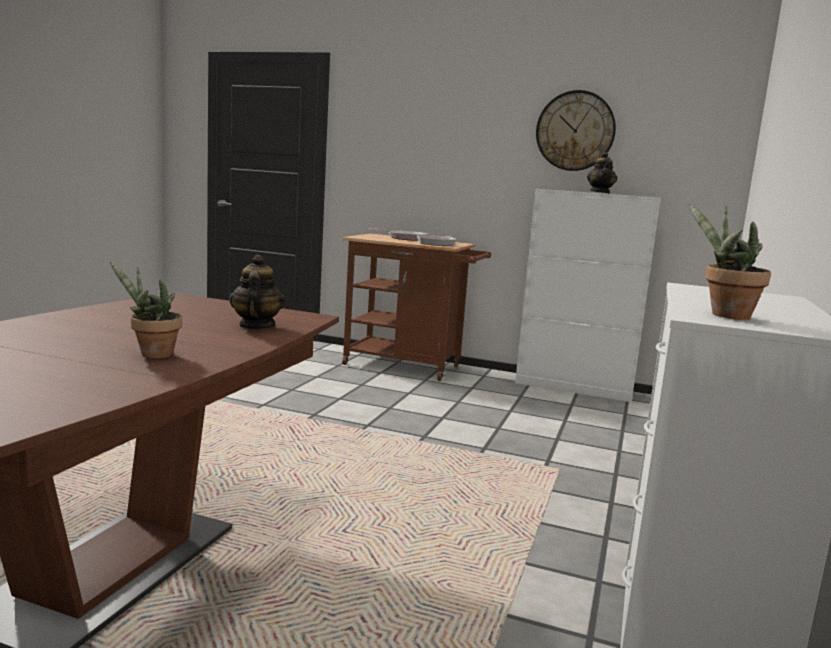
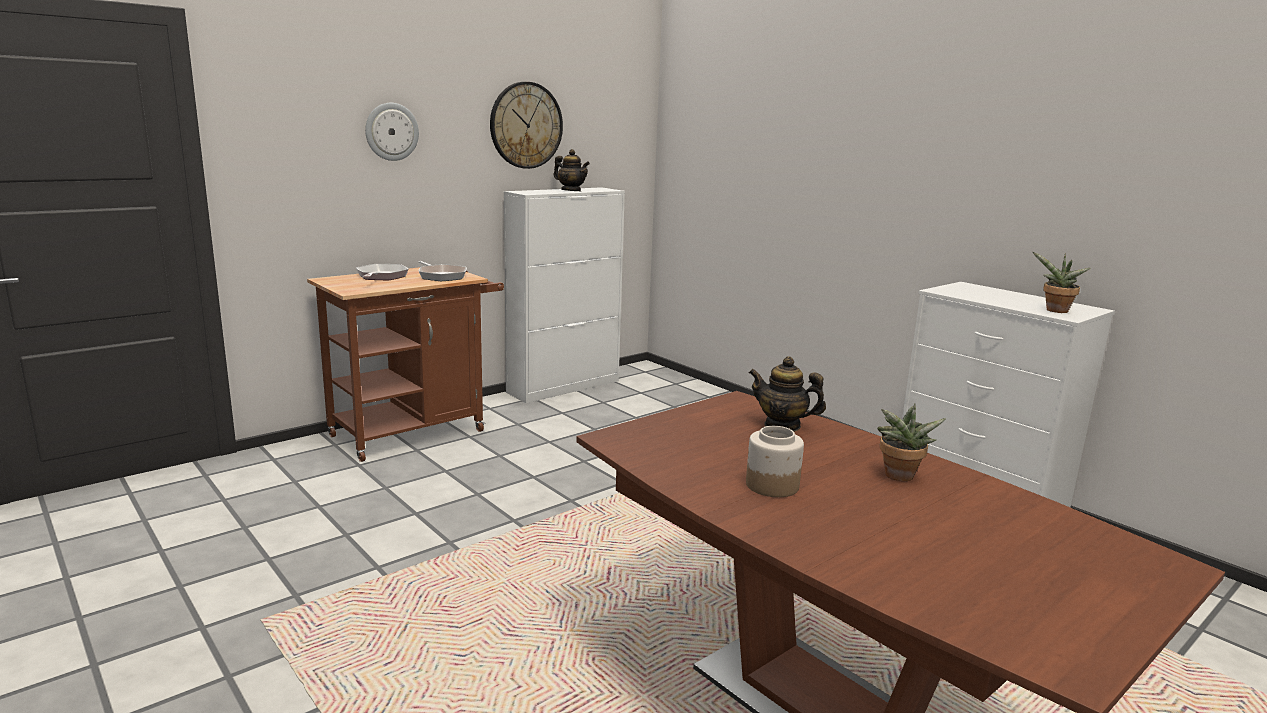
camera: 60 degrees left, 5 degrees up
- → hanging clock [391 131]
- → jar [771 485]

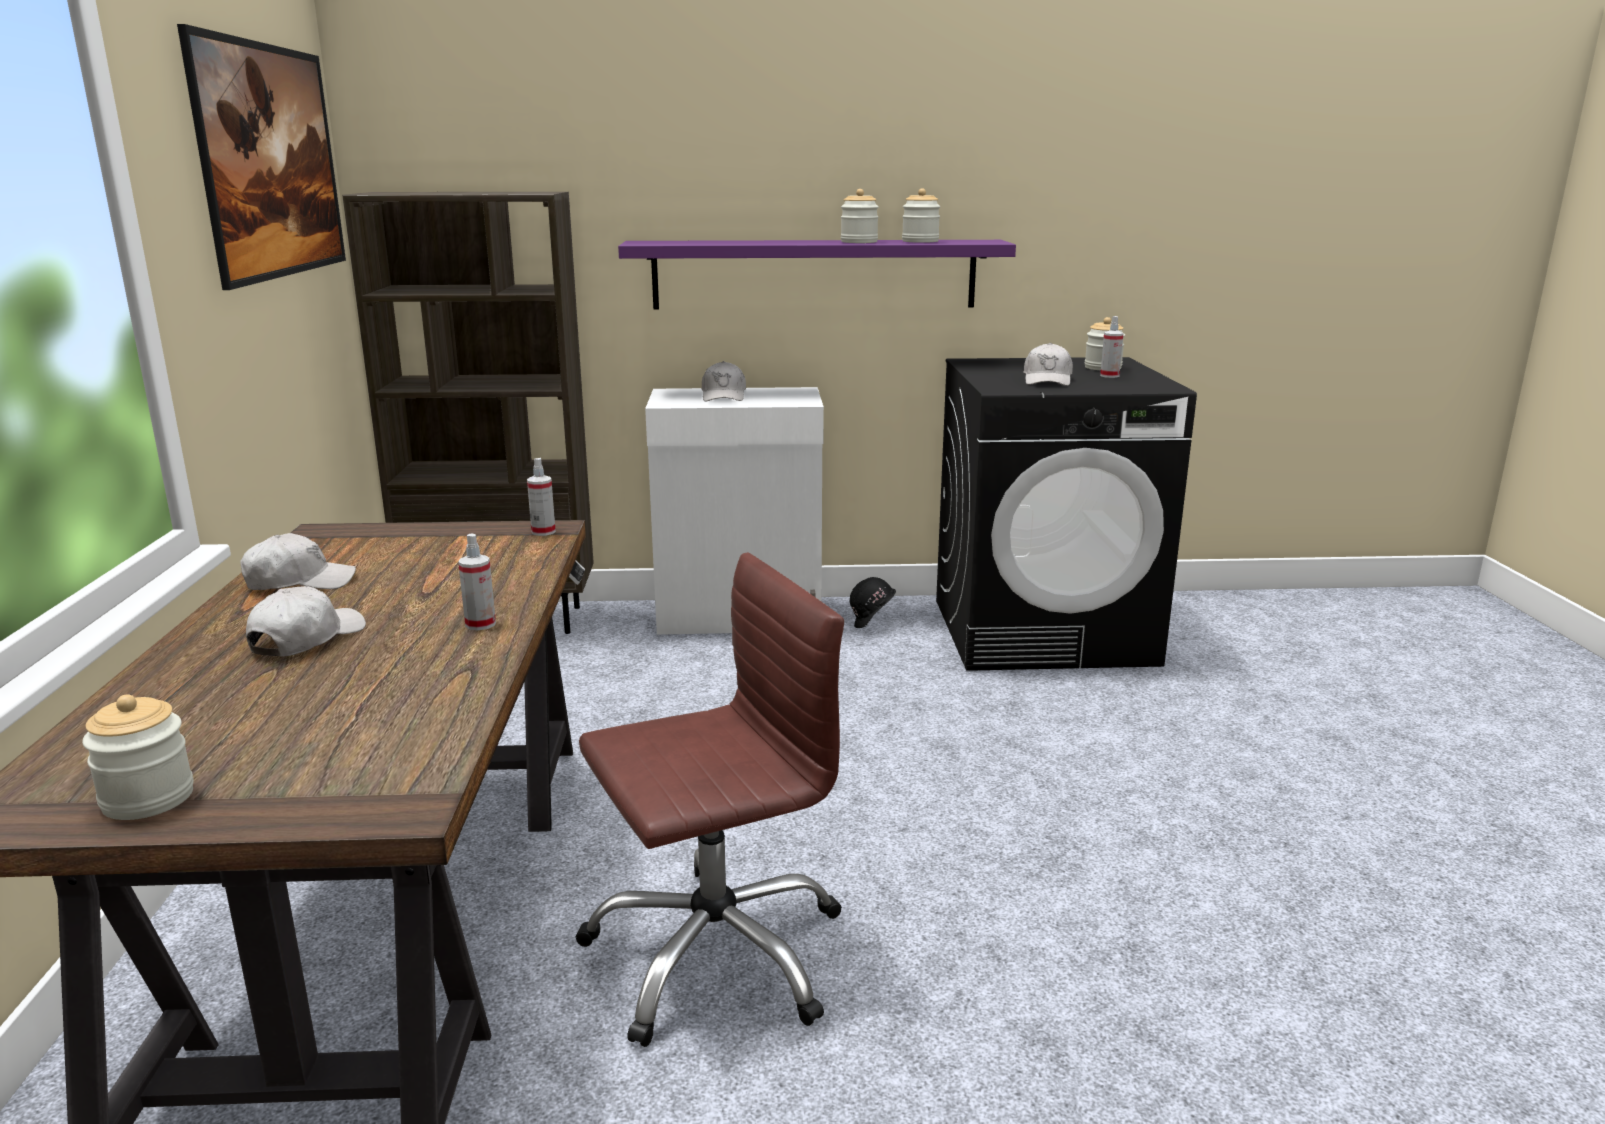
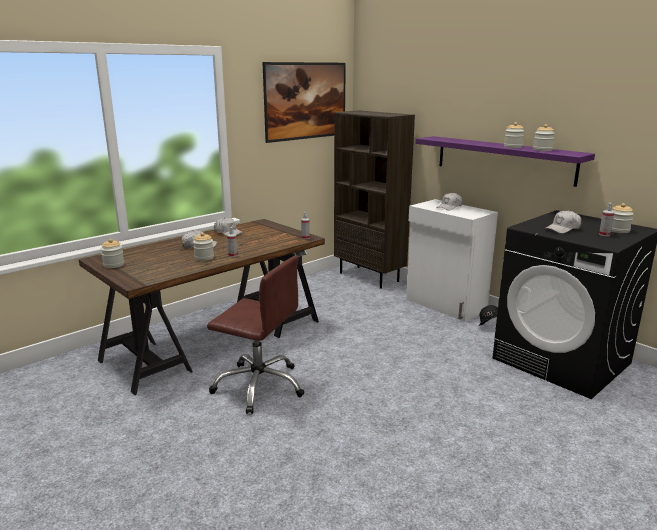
camera: 50 degrees right, 0 degrees up
- → jar [204 258]

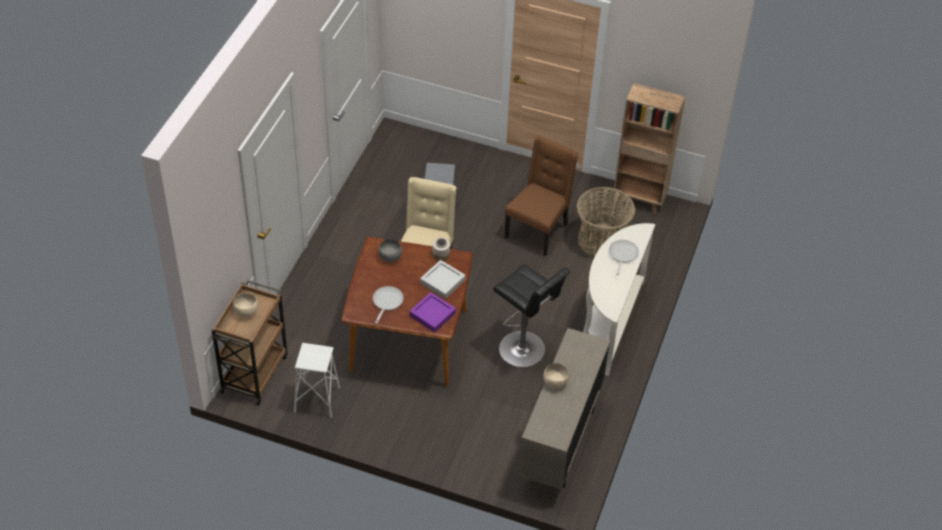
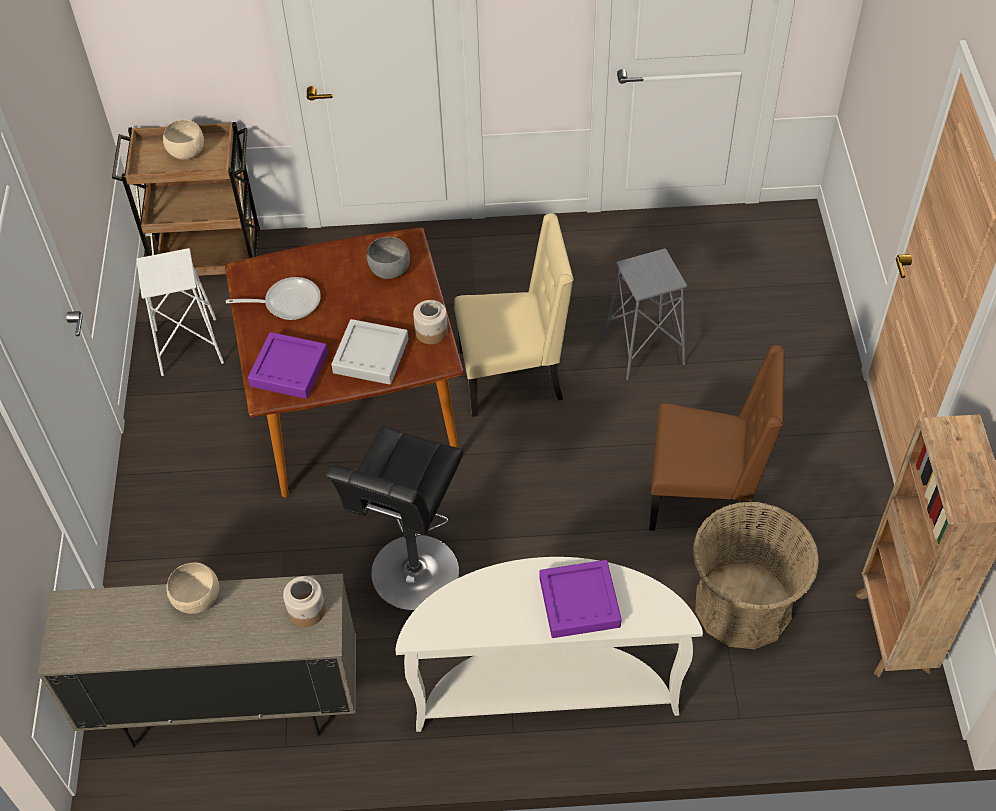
camera: 70 degrees right, 5 degrees up
skillet [622 255] → purple serving tray [579 602]
- → jar [307 610]

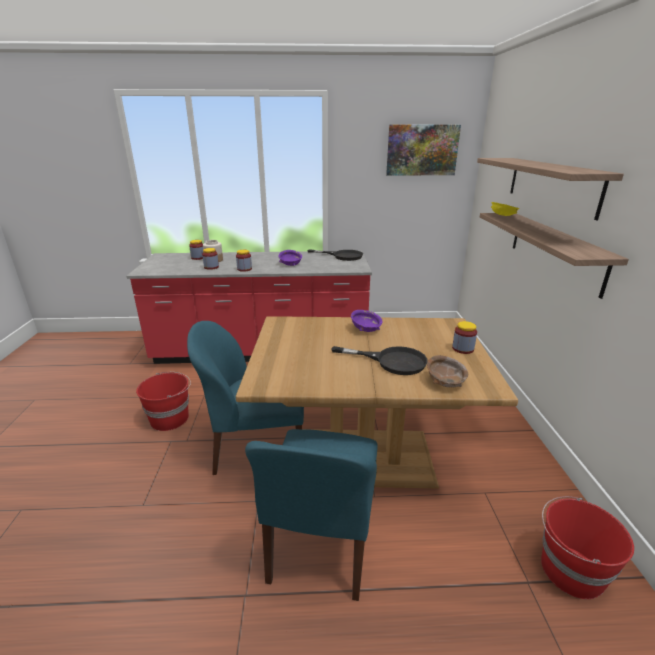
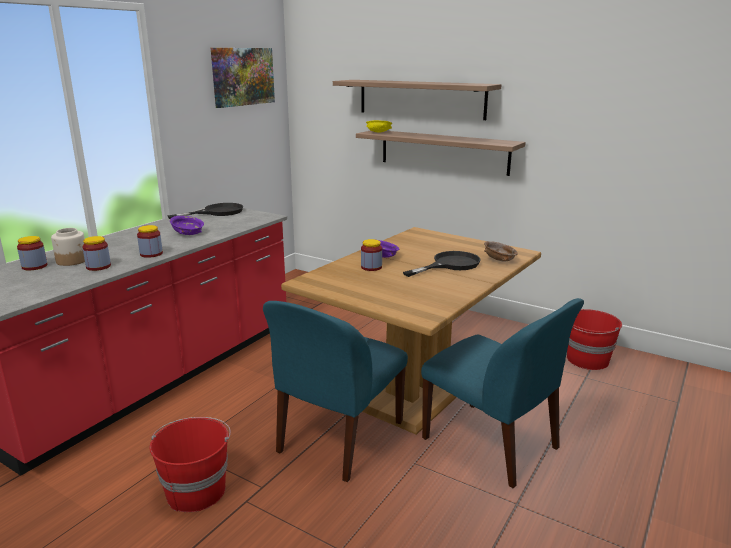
camera: 55 degrees left, 5 degrees down
jar [463 349] → jar [371 267], shifted

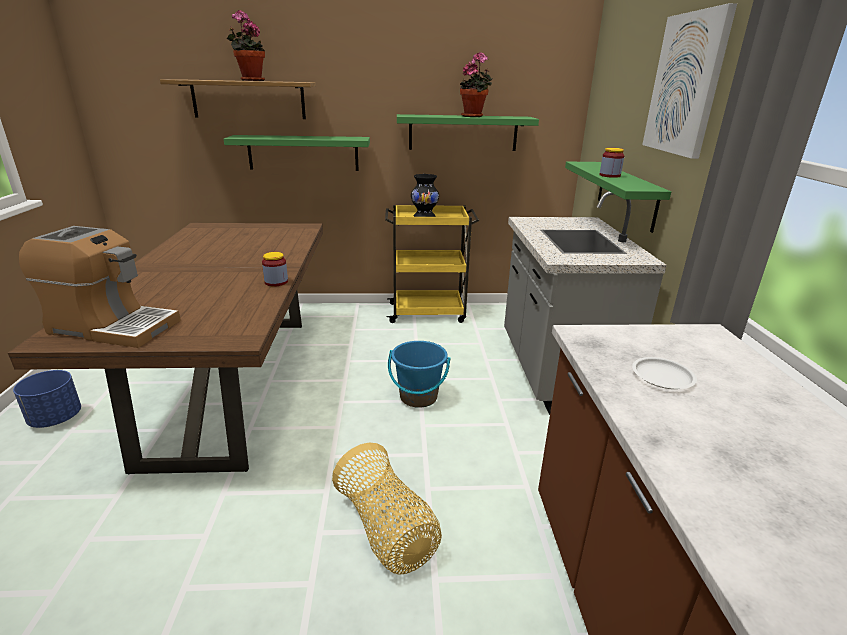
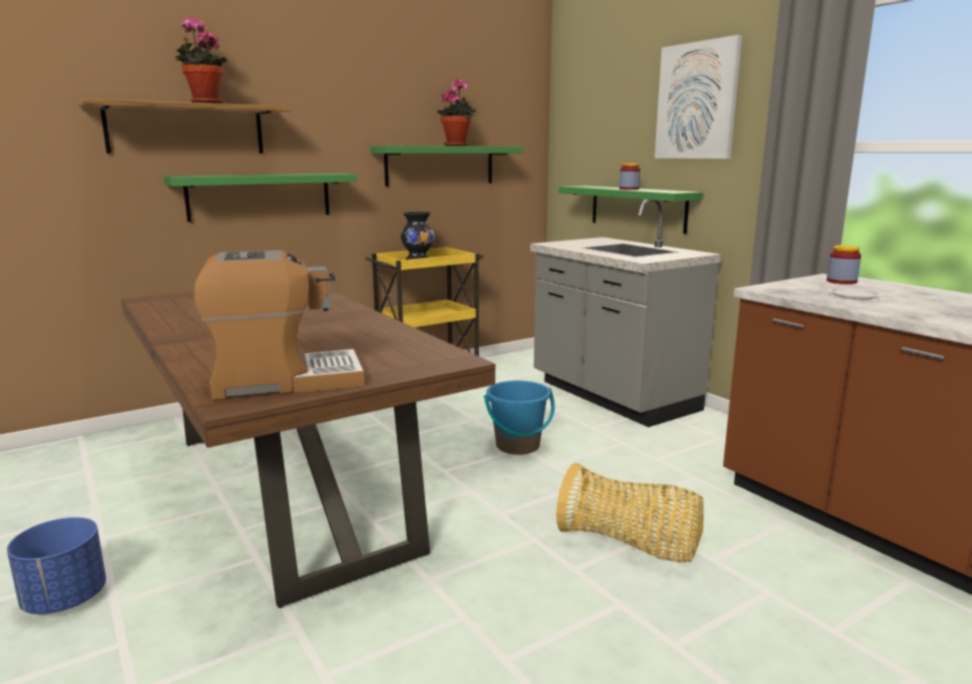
camera: 30 degrees left, 10 degrees down
jar [276 282] → jar [841 281], shifted

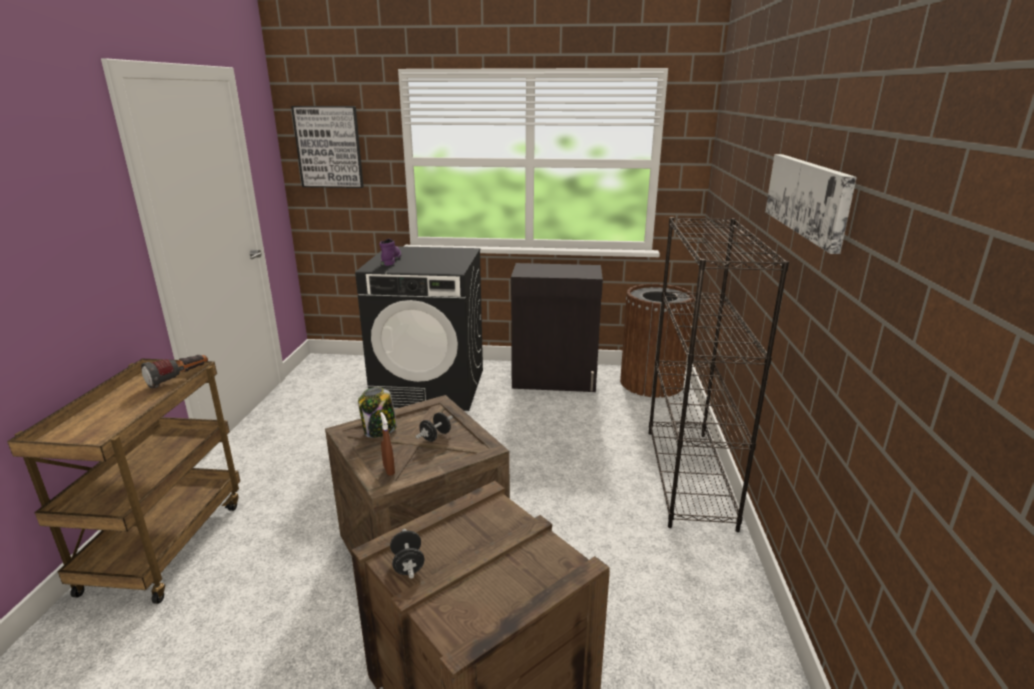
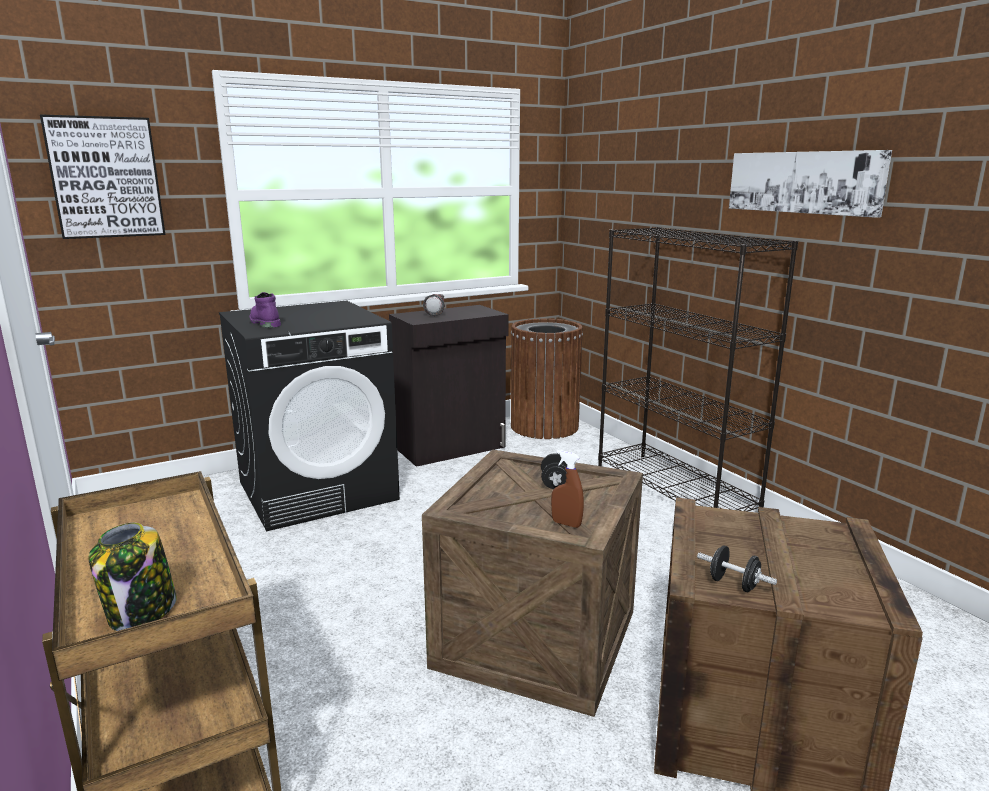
camera: 35 degrees left, 5 degrees down
hand torch [179 379] → hand torch [437 312], shifted
jar [379 430] → jar [141 612], shifted

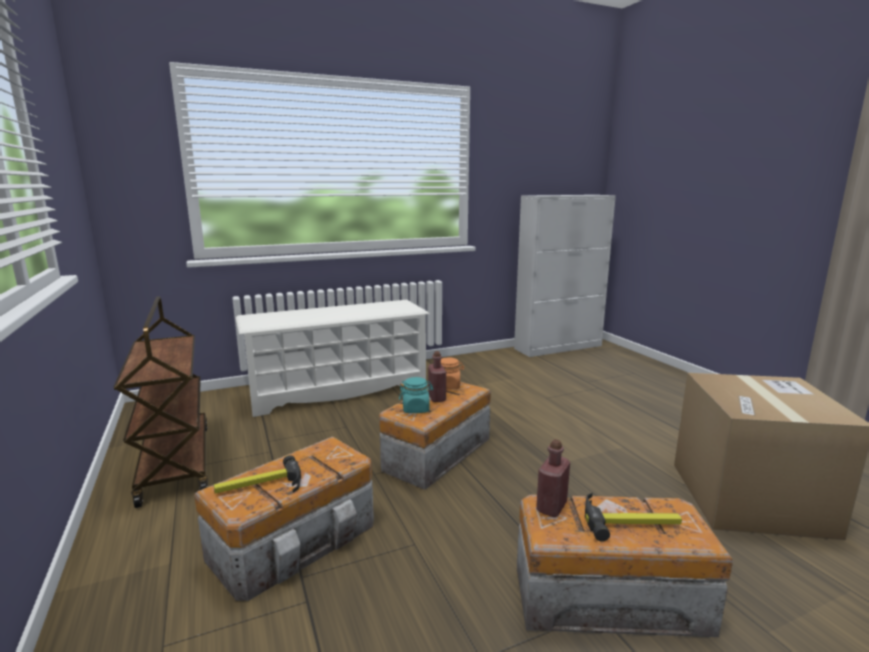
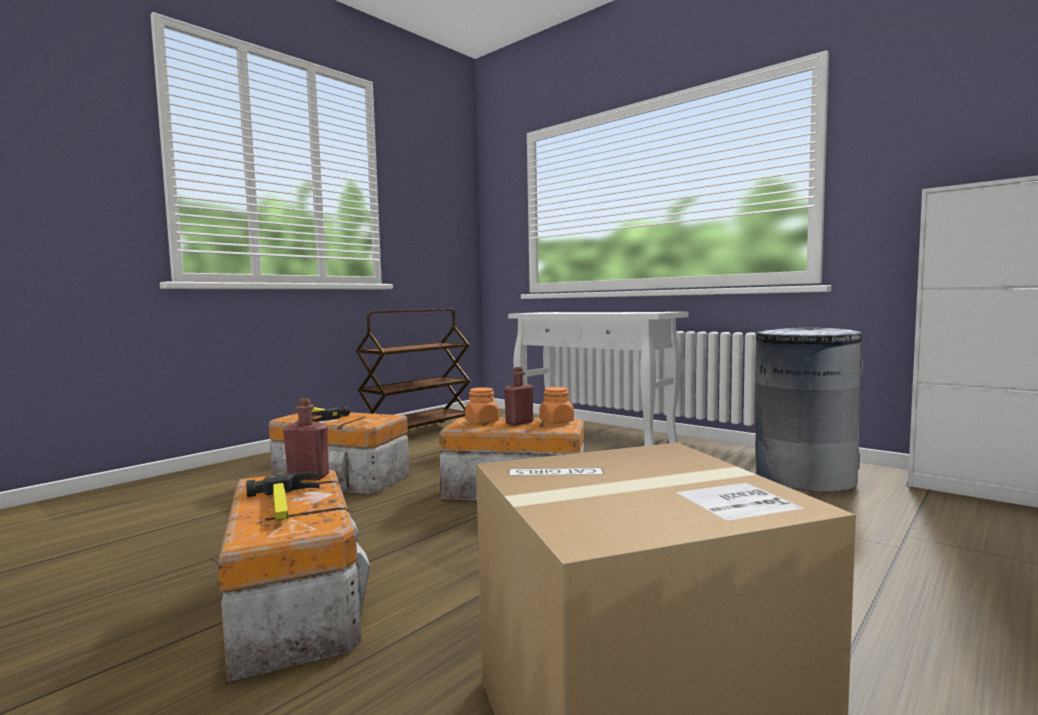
camera: 65 degrees right, 10 degrees down
white-coloured shoe rack [338 390] → white-coloured narrow table [595 437]
turquoise-coloured jar [416 409] → orange-coloured jar [482 422]
- → grey rubbish bin [804 478]

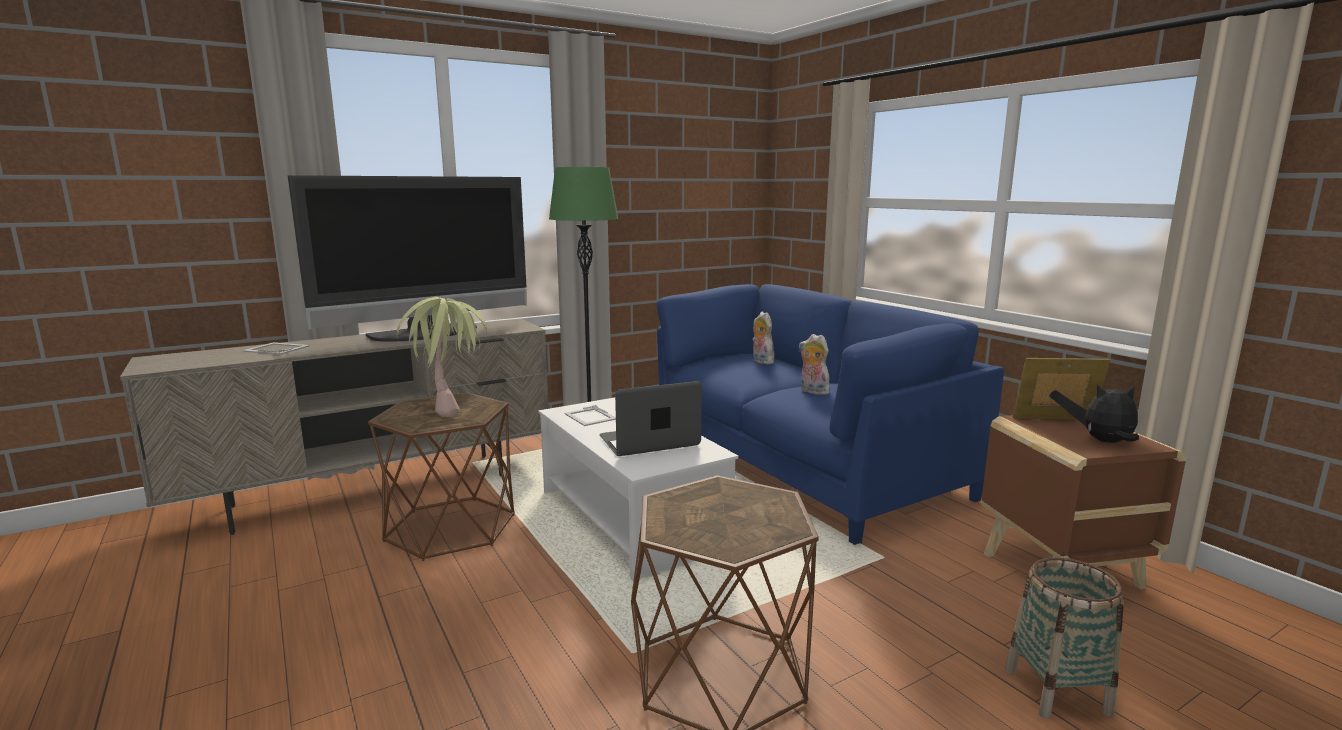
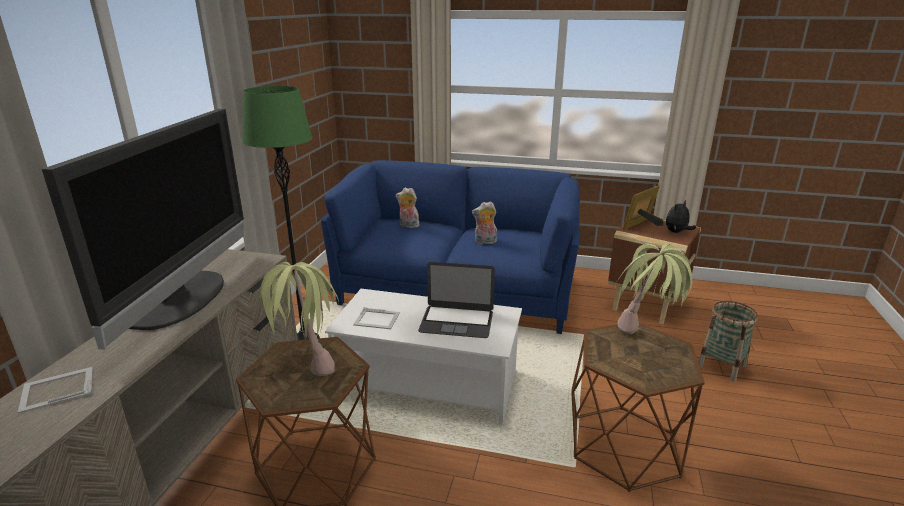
camera: 45 degrees left, 10 degrees up
laptop [649 441] → laptop [456 321], 105 degrees counterclockwise
- → potted plant [645 342]

